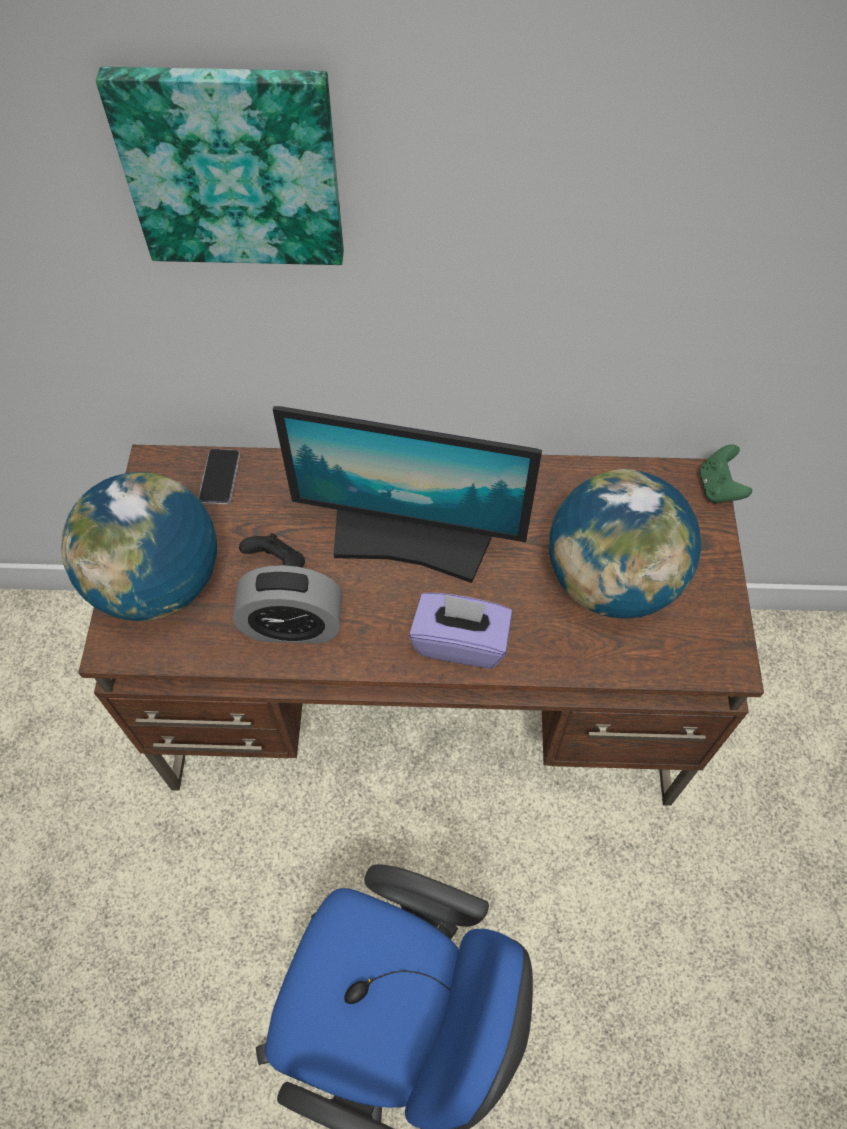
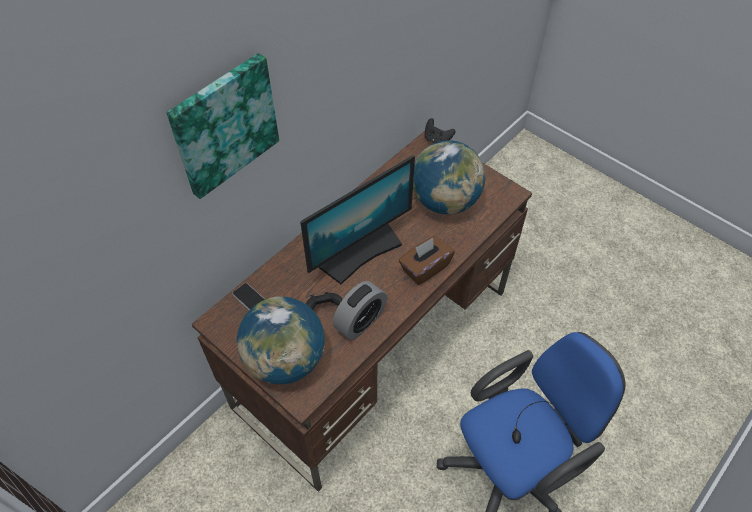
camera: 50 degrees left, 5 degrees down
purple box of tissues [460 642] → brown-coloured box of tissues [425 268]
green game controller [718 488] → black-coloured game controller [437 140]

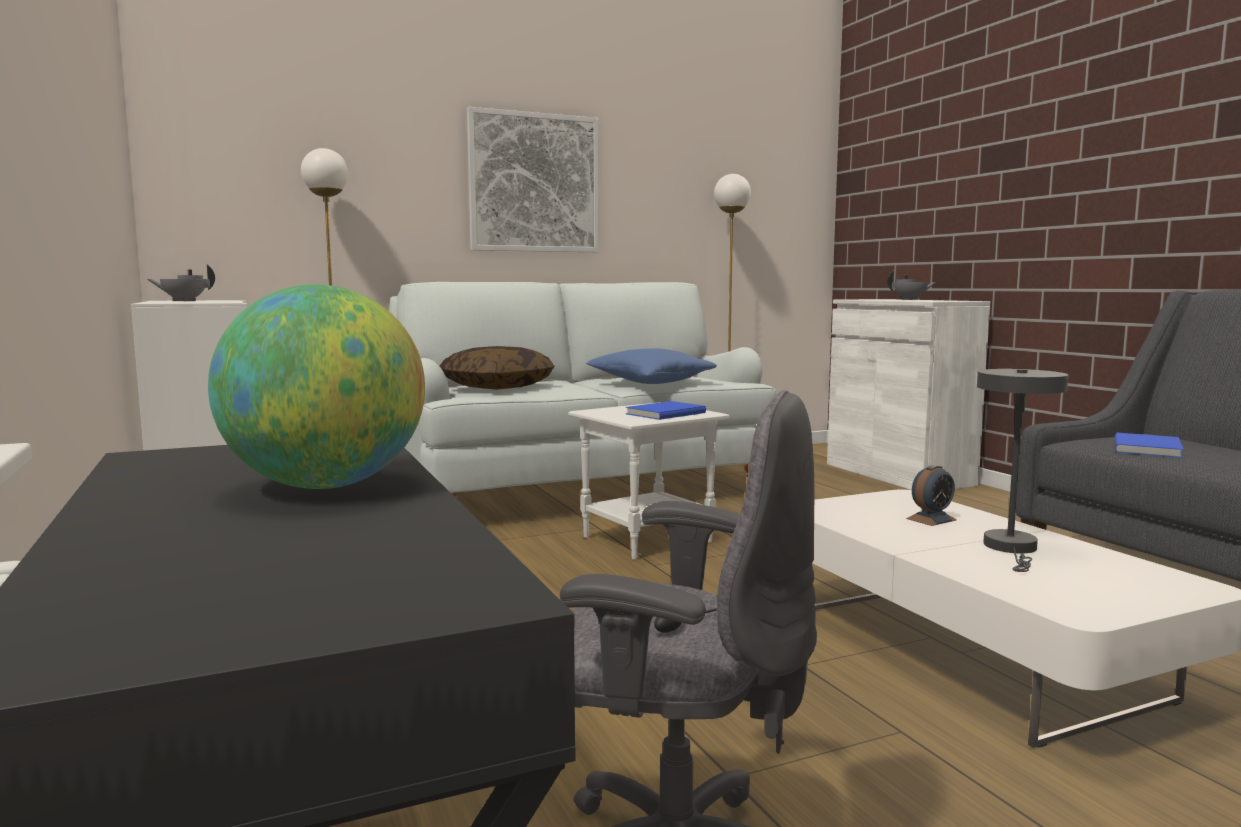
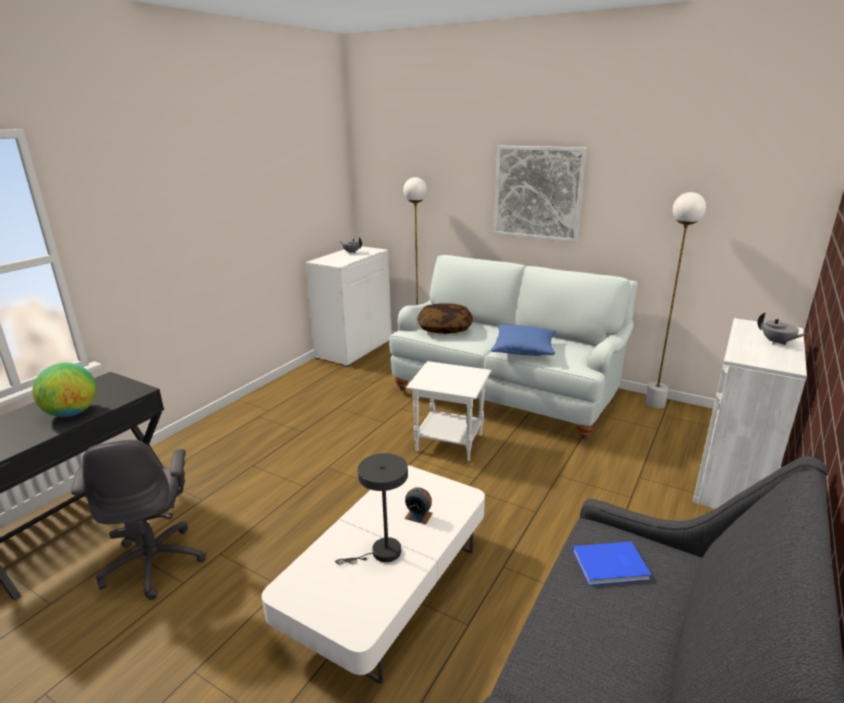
camera: 55 degrees right, 15 degrees up
bluish bound book [663 413] → -

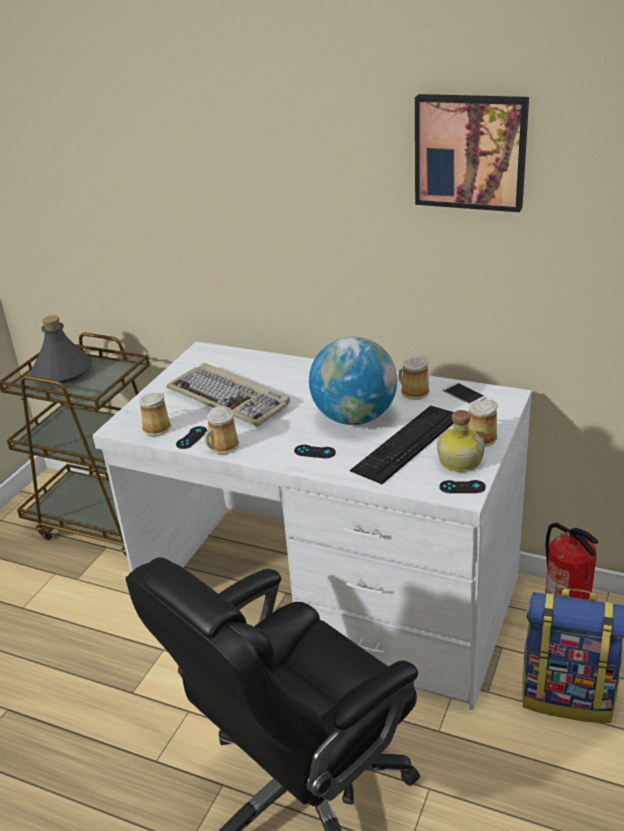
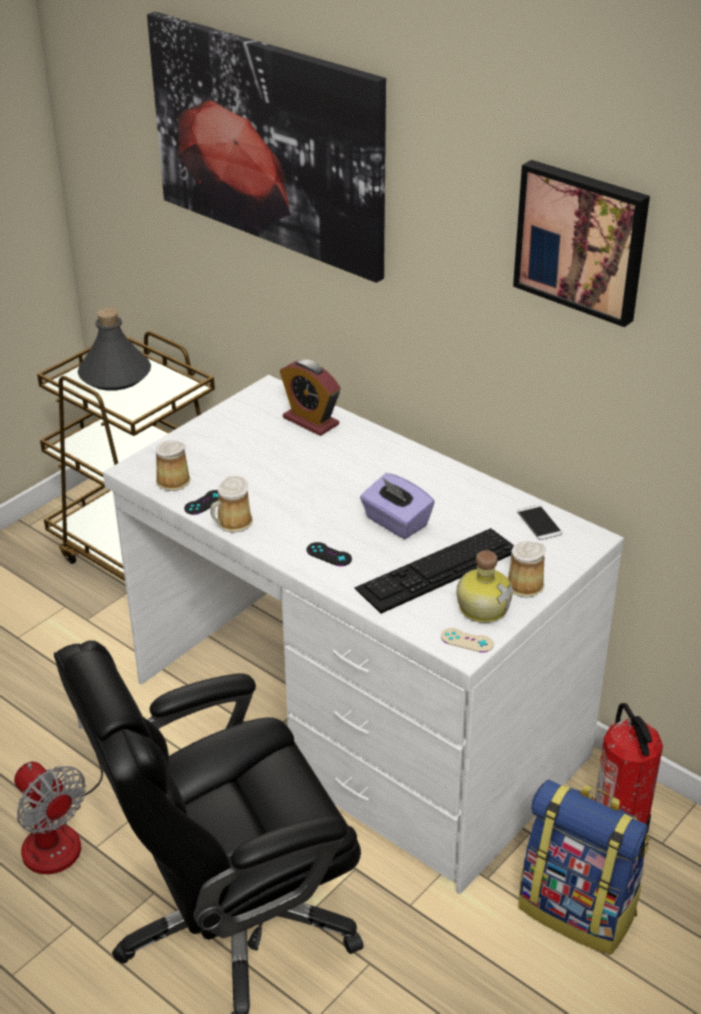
camera: 15 degrees right, 5 degrees up
PC keyboard [230 398] → -
desk globe [354 418] → purple box of tissues [396 522]
coffee mug [413 392] → -
black-coloured game controller [462 487] → sand-coloured game controller [467 640]
- → fan [59 832]
- → picture [268 143]
- → table clock [310 421]

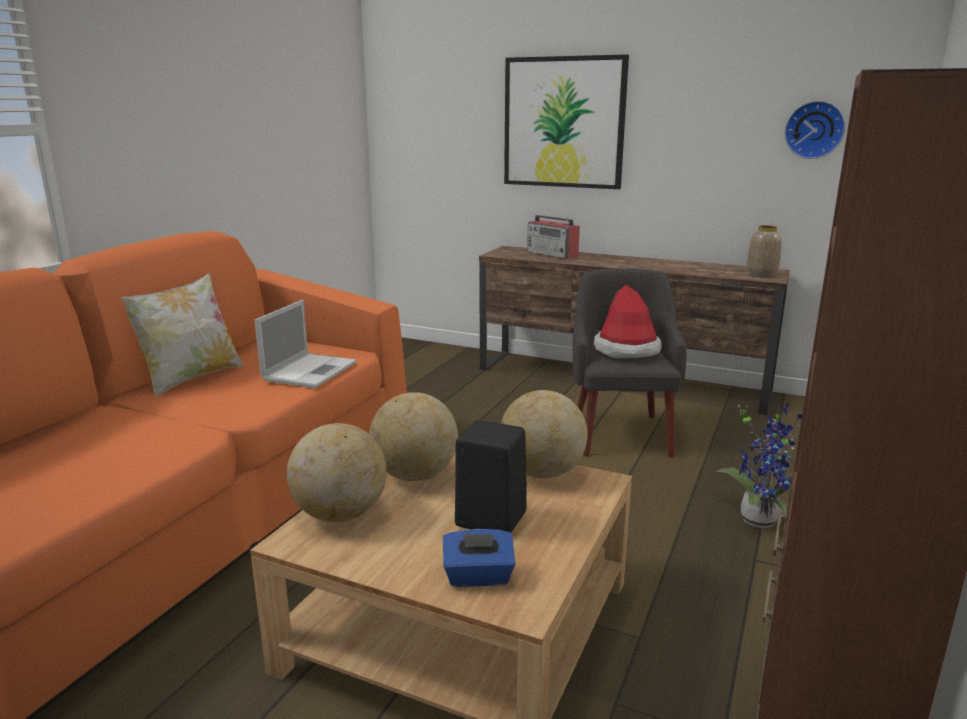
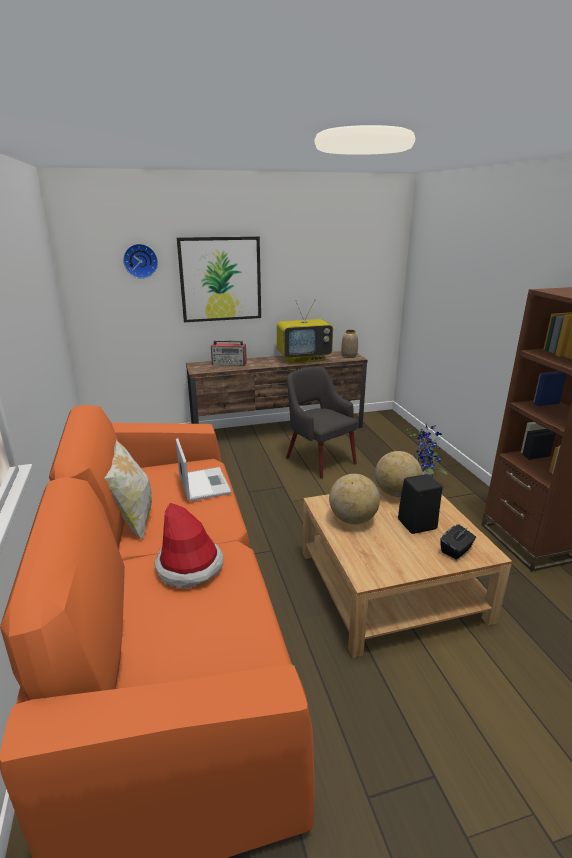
camera: 40 degrees left, 5 degrees up
desk globe [340 514] → -
bluish box of tissues [478 577] → black-coloured box of tissues [456 550]
clothing hat [627 349] → clothing hat [190 566], shifted
hanging clock [814 130] → hanging clock [140 261], shifted
- → TV set [304 359]

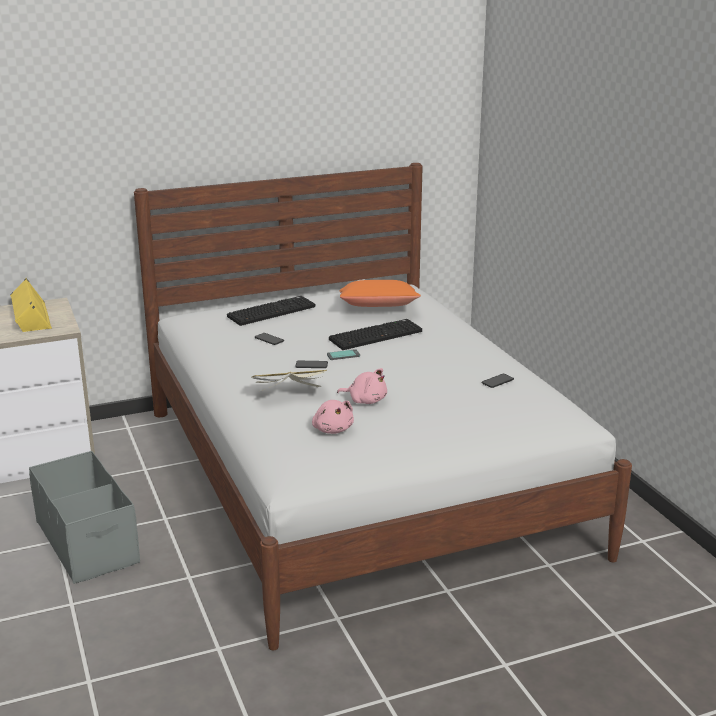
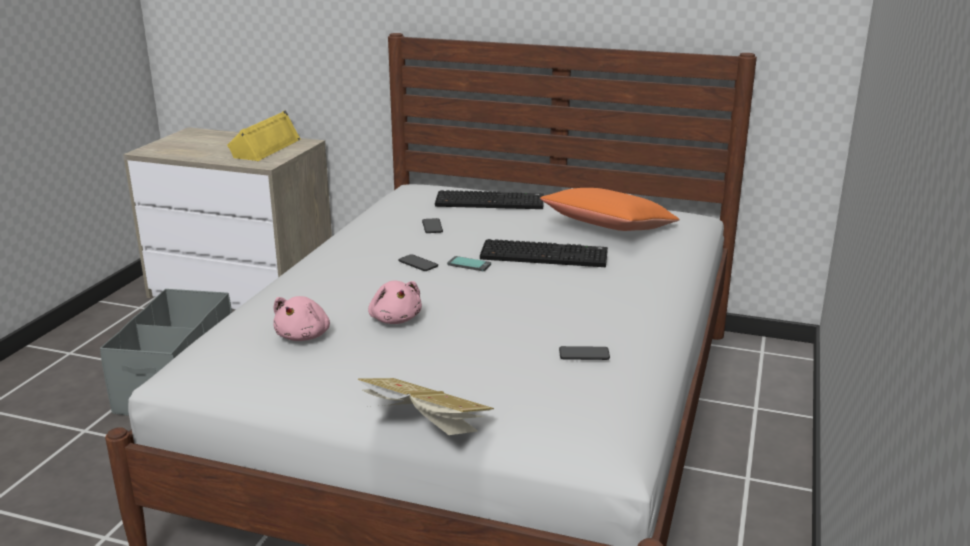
camera: 40 degrees right, 0 degrees up
bound book [289 394] → bound book [424 427], shifted

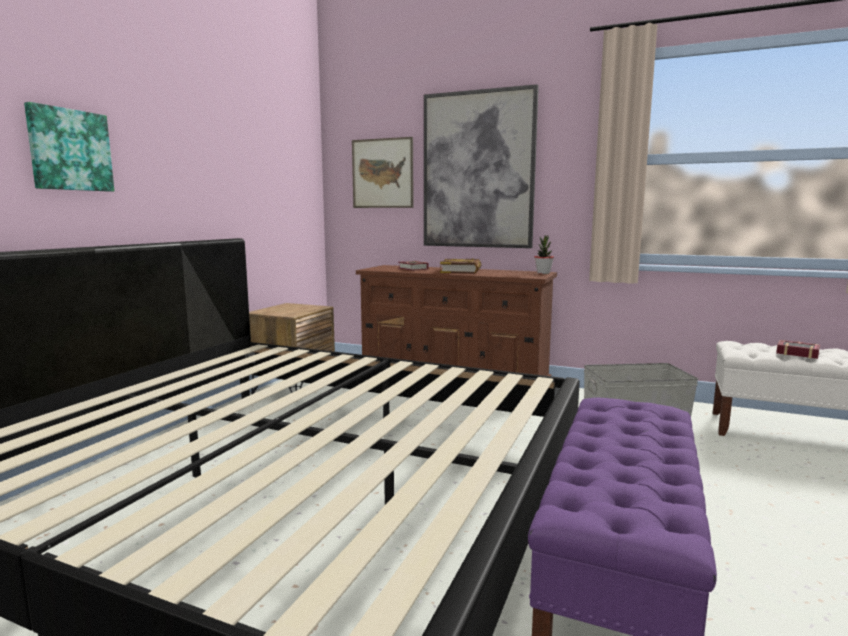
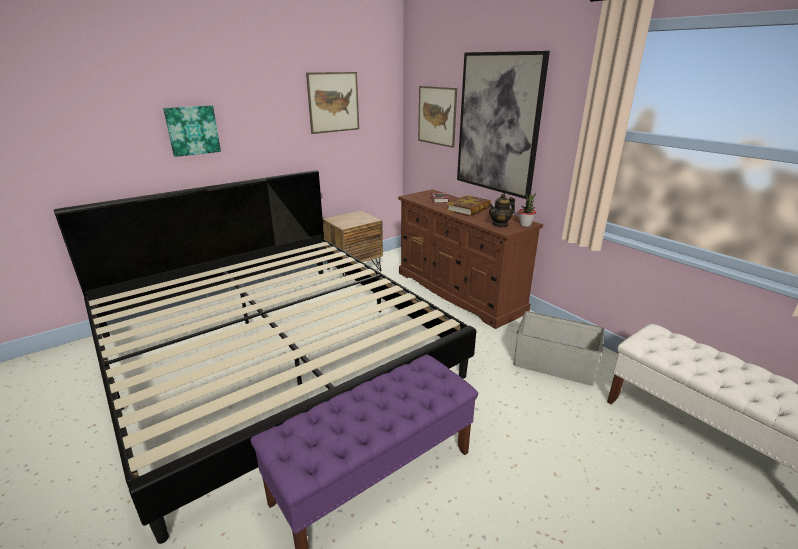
camera: 30 degrees right, 15 degrees up
bound book [795 353] → -
- → picture [333 102]
- → teapot [500 224]

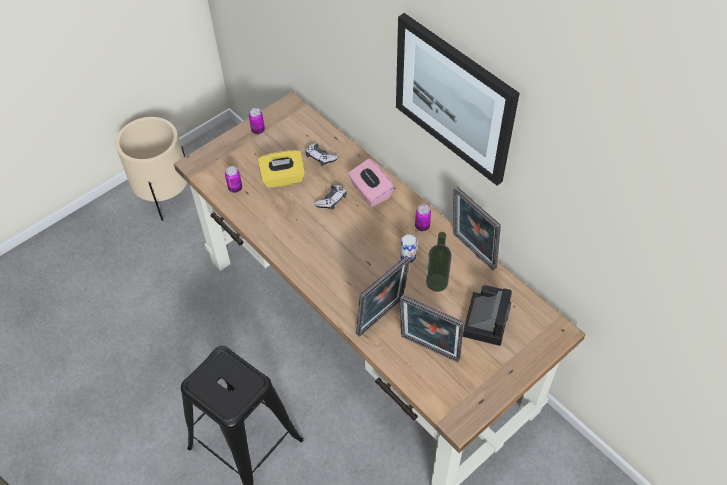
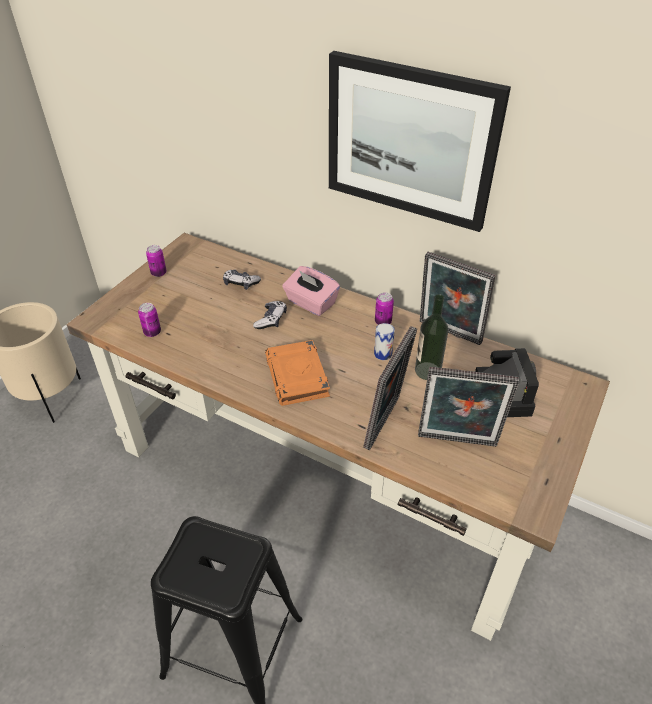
camera: 20 degrees left, 10 degrees down
yellowish box of tissues [283 178] → -
- → orange-coloured bound book [297 377]

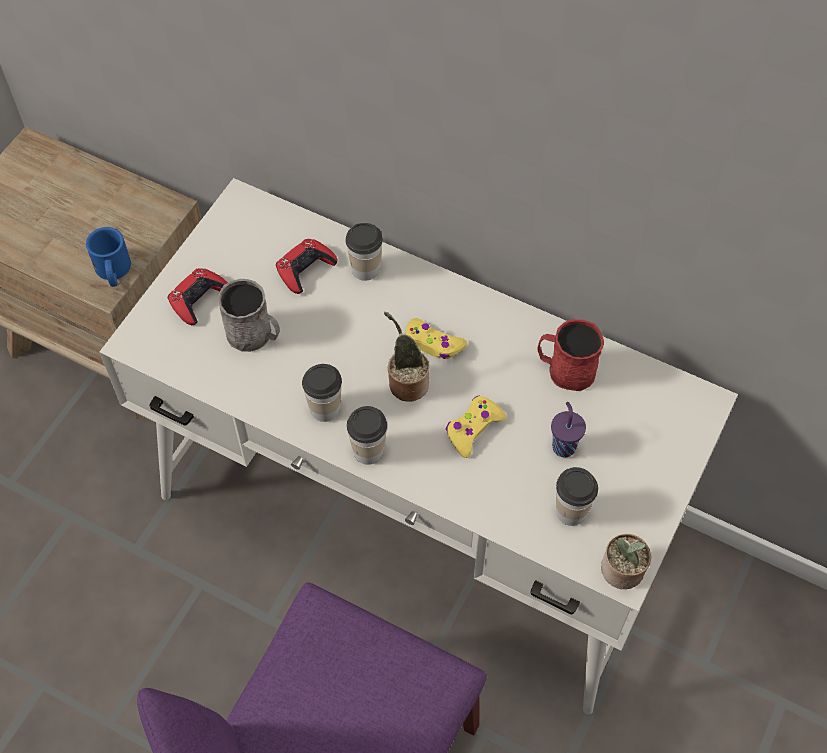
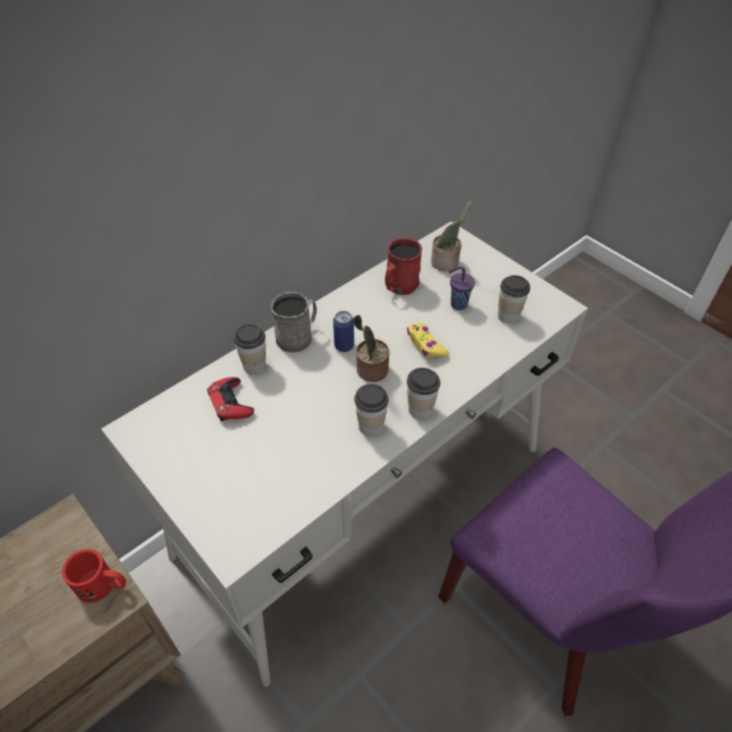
camera: 70 degrees left, 10 degrees down
bluish coffee mug [113 272] → red coffee mug [103 585]
red game controller [198 299] → -
grey coffee mug [254 335] → grey coffee mug [298 336], shifted
yellowish game controller [433 344] → can [344 346]
potted plant [622 572] → potted plant [446 263], shifted

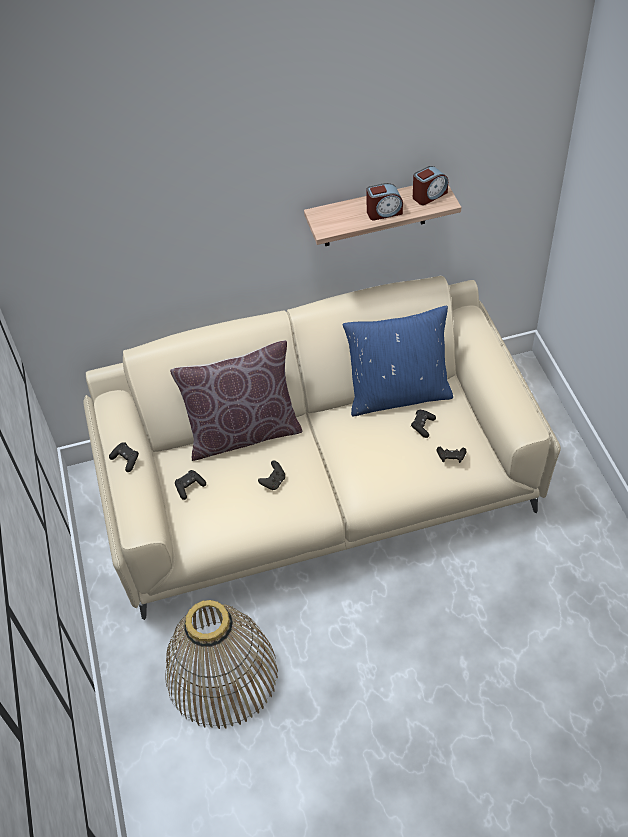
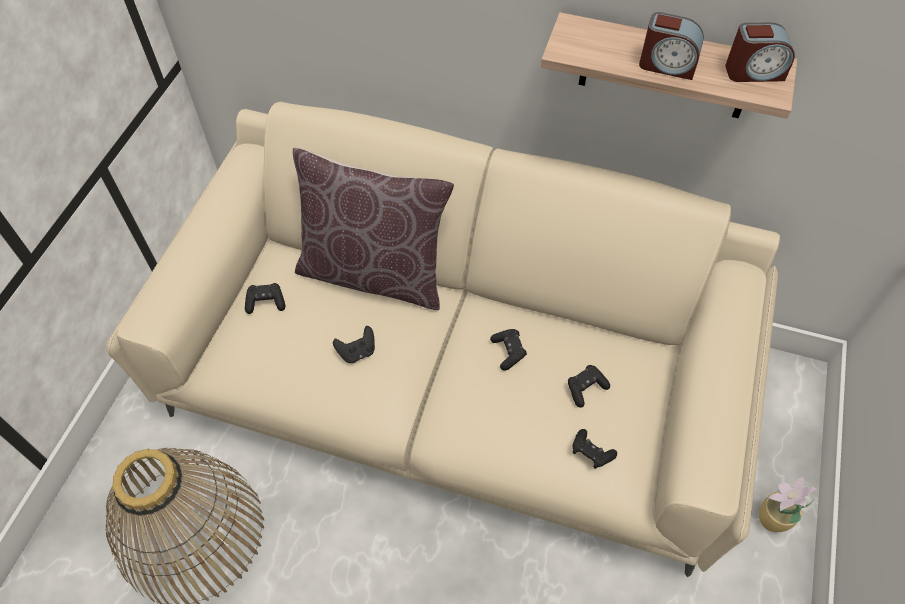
camera: 30 degrees right, 5 degrees up
black-coloured game controller [126 460] → black-coloured game controller [508 352], shifted
bluish pillow [398 394] → -
- → potted plant [770 520]

